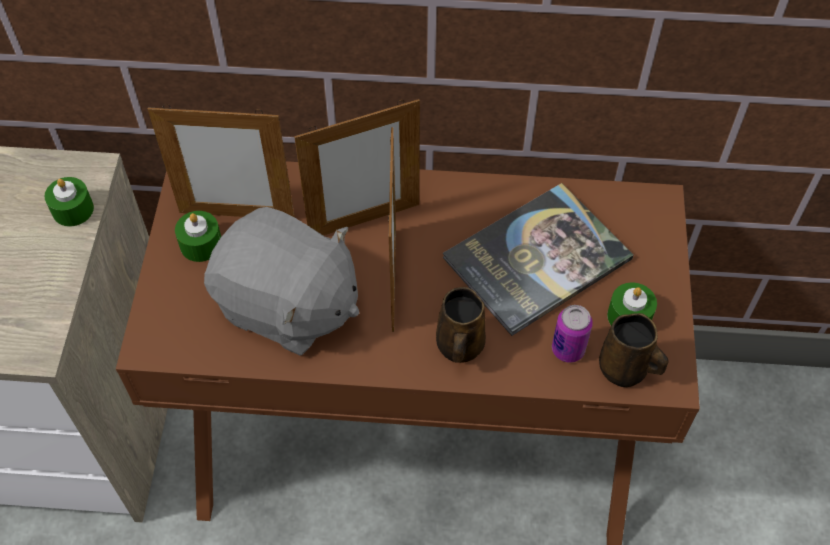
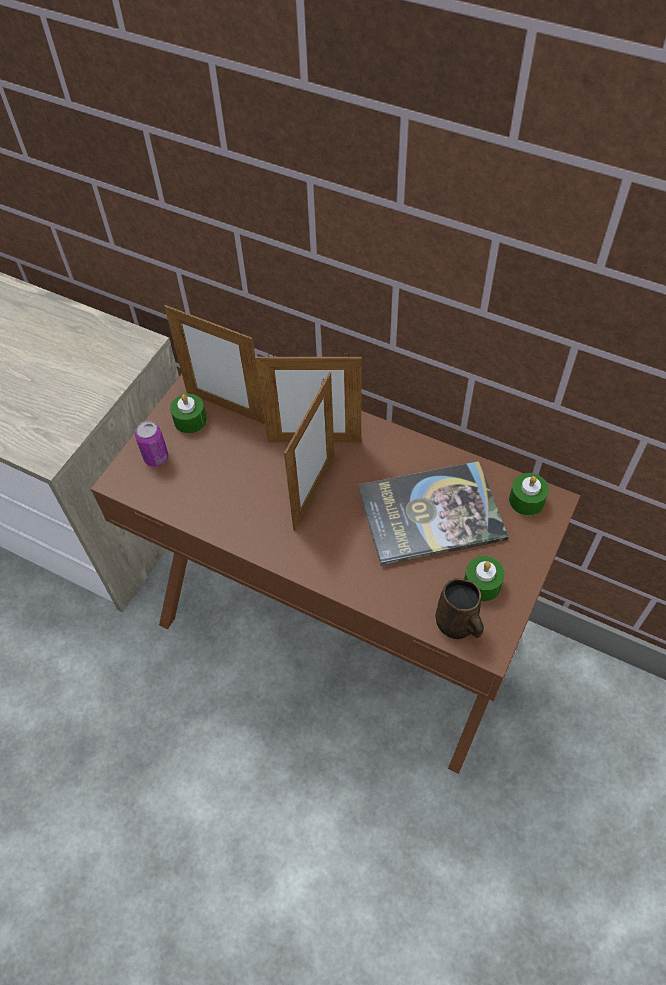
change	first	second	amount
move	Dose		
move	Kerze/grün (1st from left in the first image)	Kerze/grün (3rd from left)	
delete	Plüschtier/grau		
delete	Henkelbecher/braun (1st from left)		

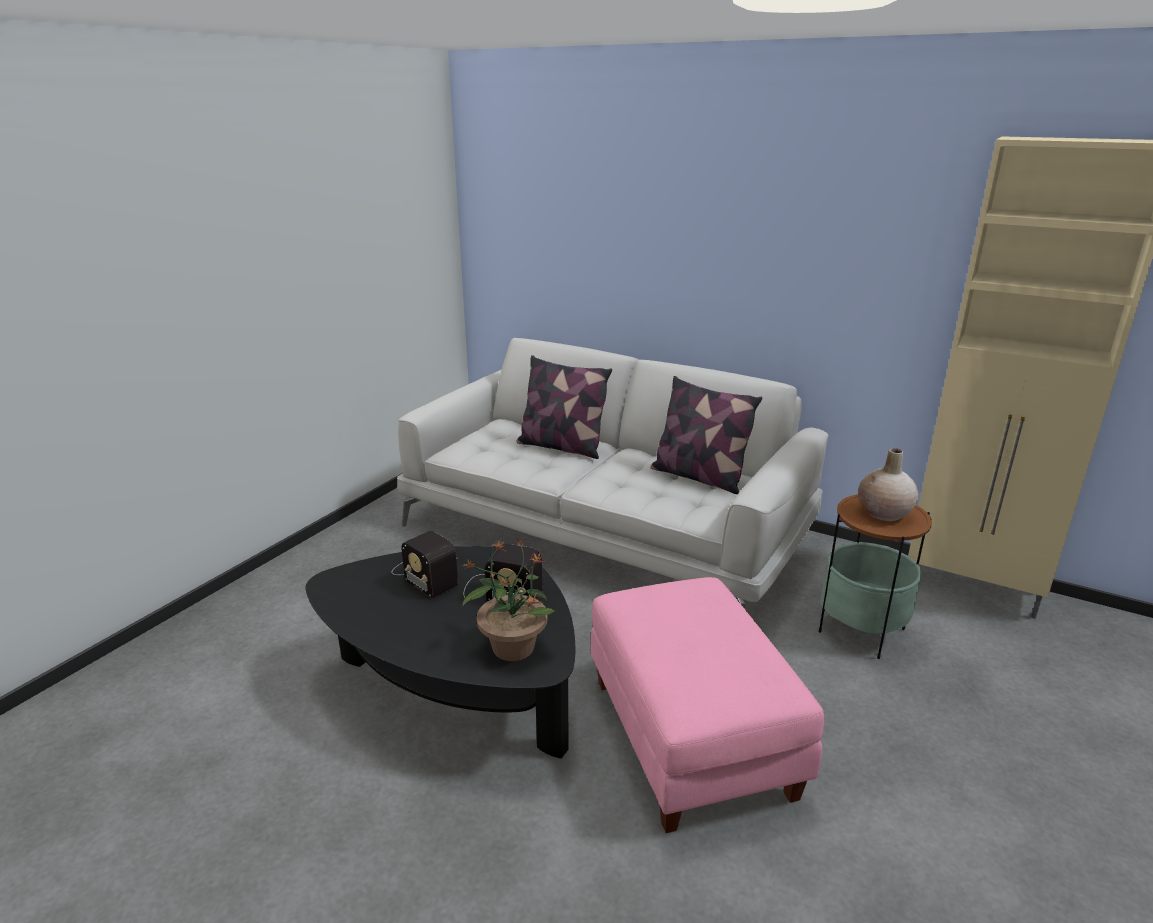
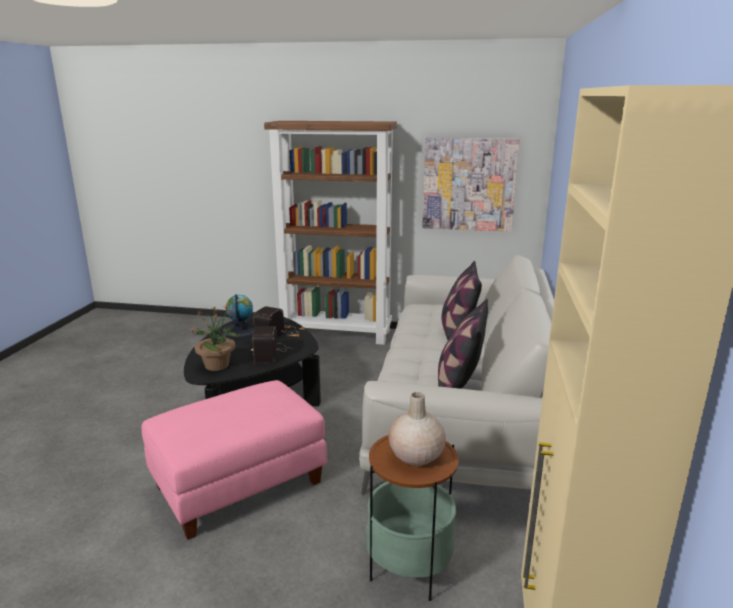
change	first	second	amount
insert		Globus	
insert		Bücherregal/braun	
insert		Bild	

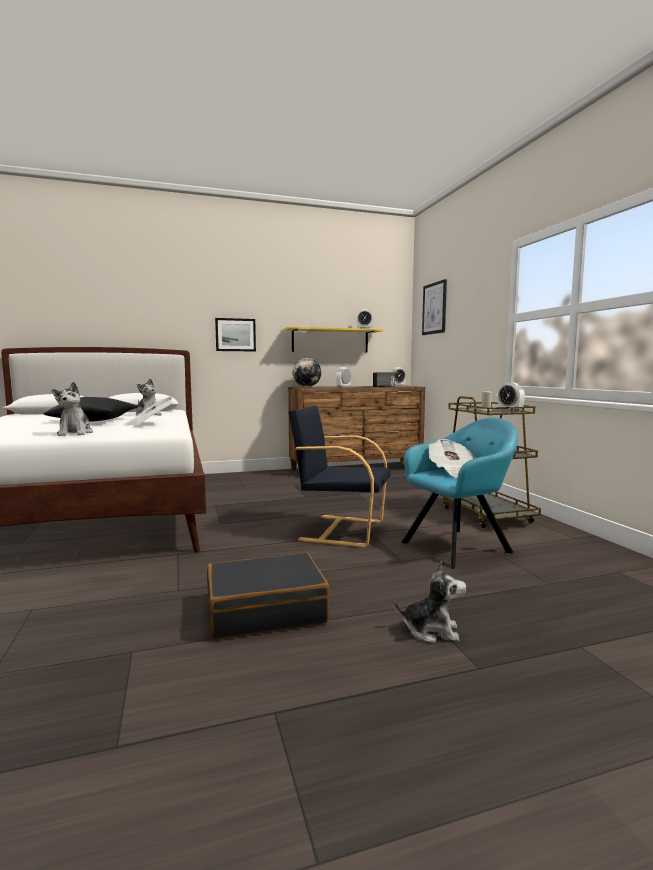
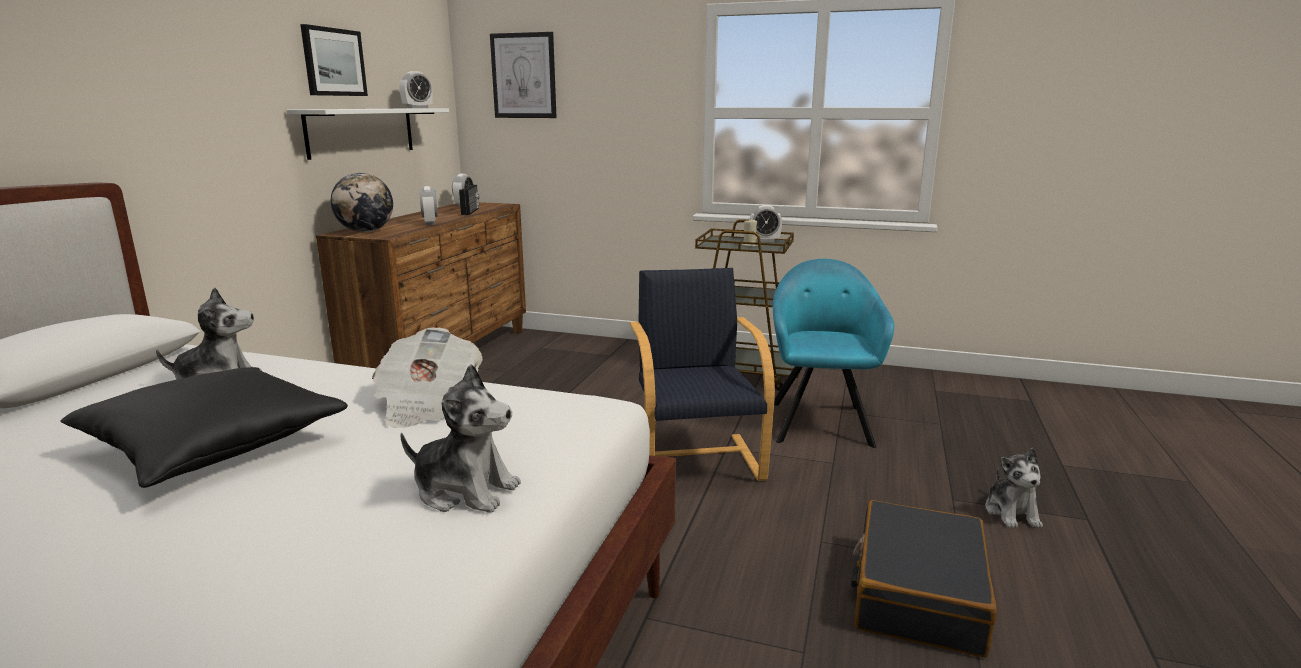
change	first	second	amount
recolor	Wandregal/gelb	Wandregal/weiß	
move	Bild (1st from left)		
rotate	Sessel/schwarz		120 degrees clockwise
rotate	Plüschtier (3rd from left)		135 degrees clockwise
delete	Zeitung (2nd from left)		

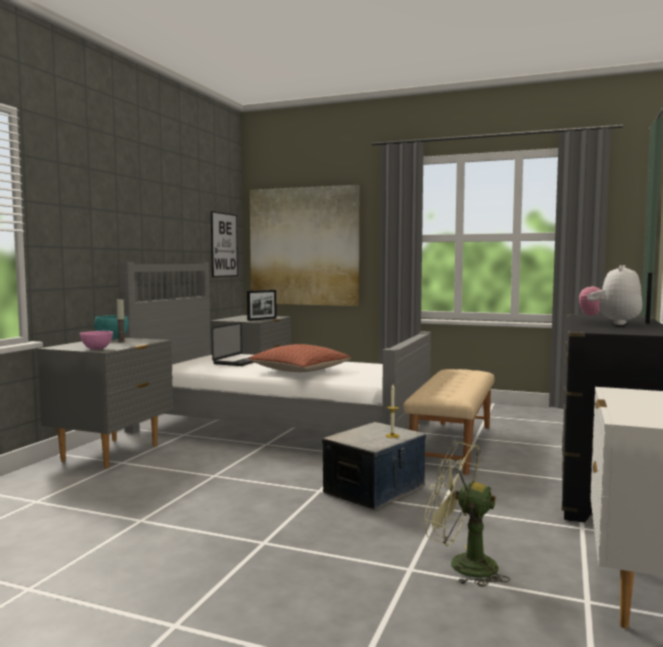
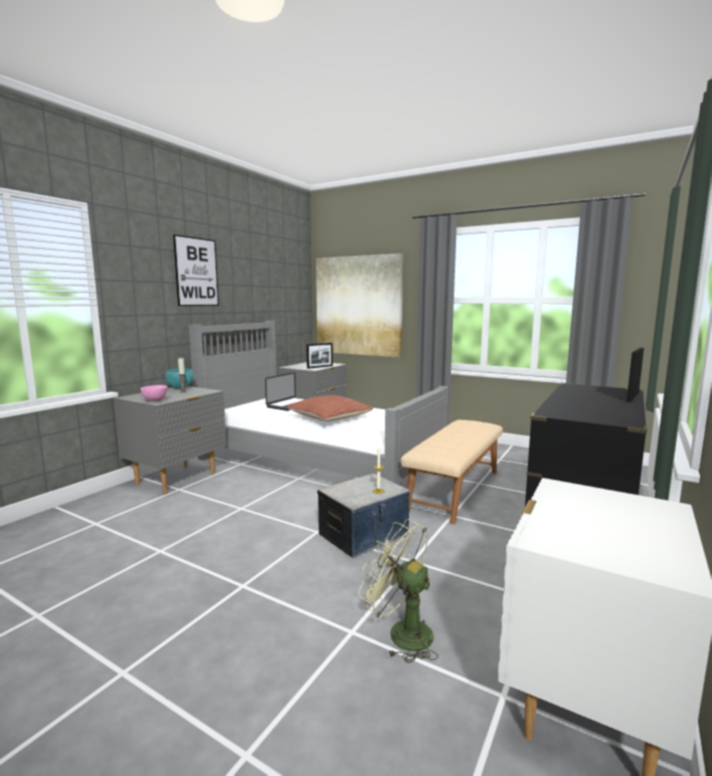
change	first	second	amount
move	Bild (1st from left)		
delete	Plüschtier		

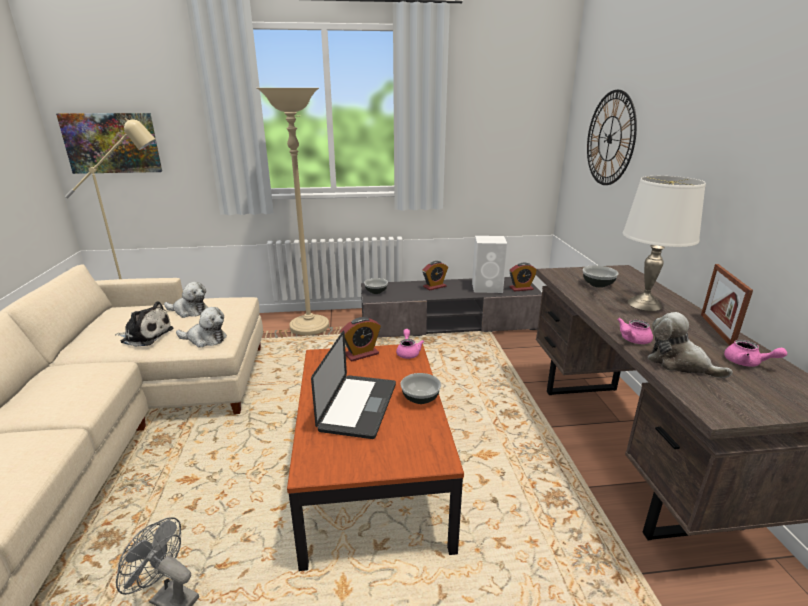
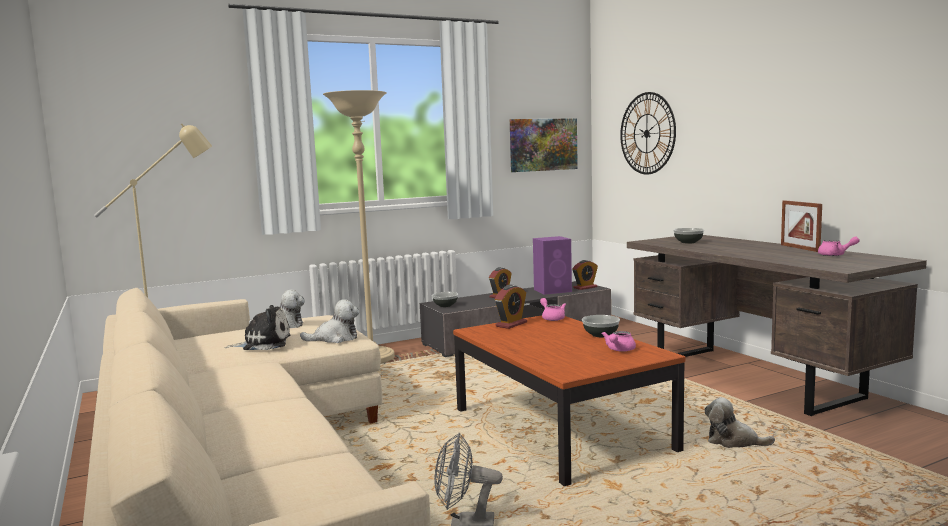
change	first	second	amount
move	Bild		
recolor	Lautsprecher/weiß	Lautsprecher/lila	
move	Teekanne/rosa (2nd from left)		
move	Plüschtier (4th from left)		
delete	Laptop		
delete	Tischlampe/weiß		

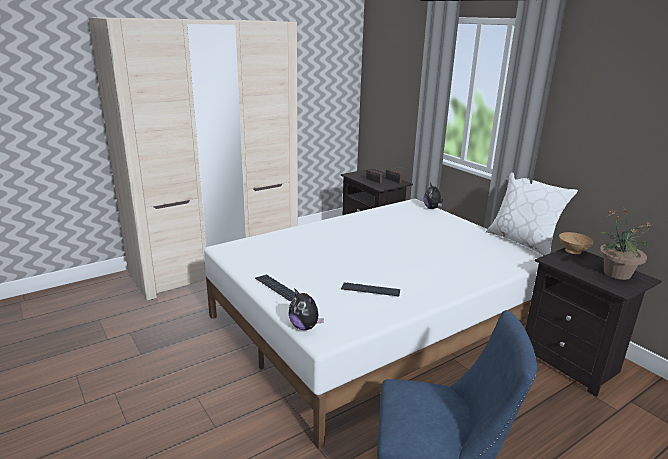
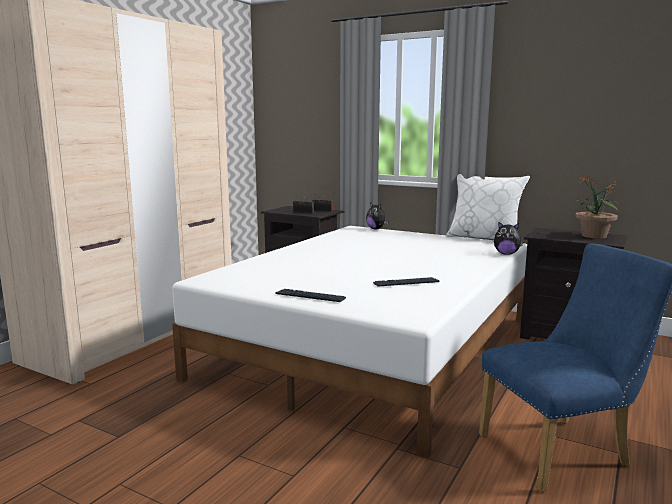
change	first	second	amount
move	Plüschtier (1st from left in the first image)	Plüschtier (2nd from left)	
delete	Schüssel/braun		

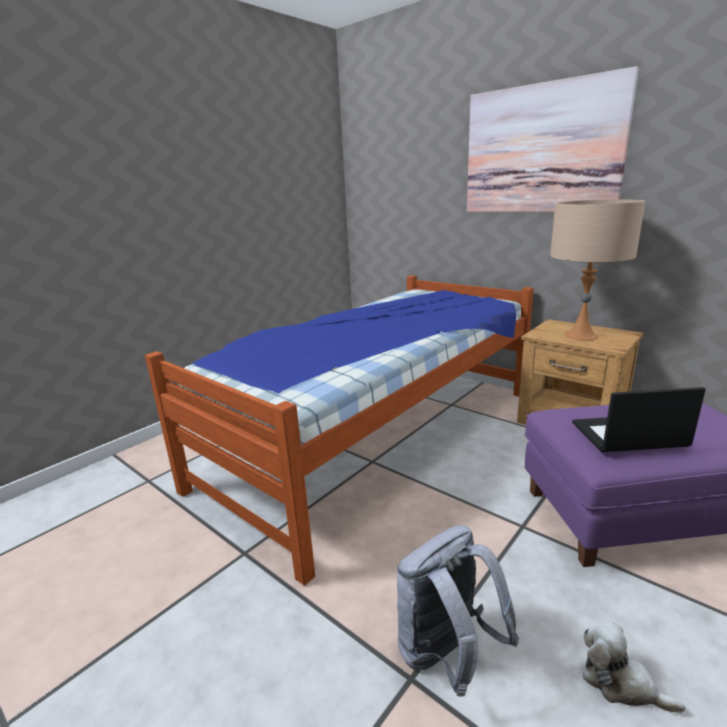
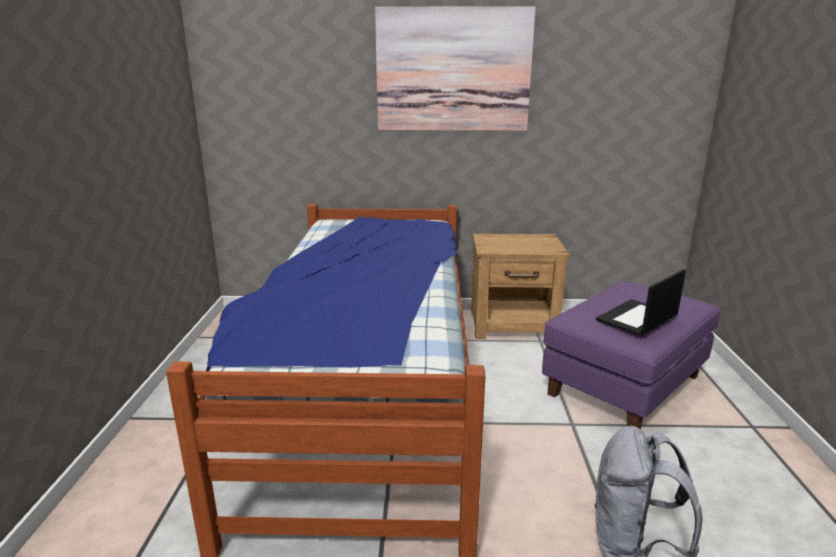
change	first	second	amount
delete	Tischlampe/beige		
delete	Plüschtier		

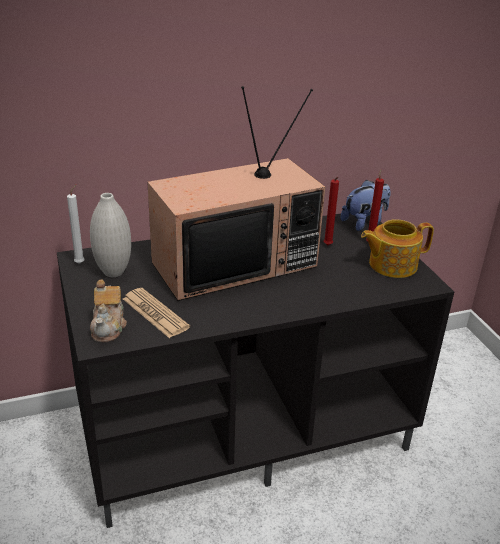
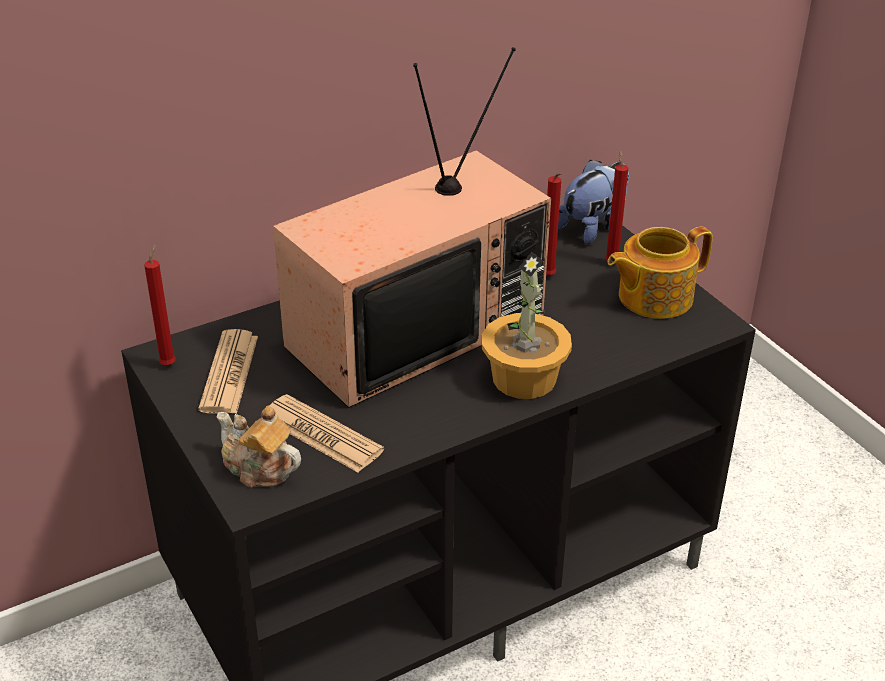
change	first	second	amount
recolor	Kerze/weiß	Kerze/rot (1st from left)	
replace	Vase/weiß	Zeitung (1st from left)	
rotate	Teekanne (1st from left)		135 degrees clockwise
insert		Topfpflanze	

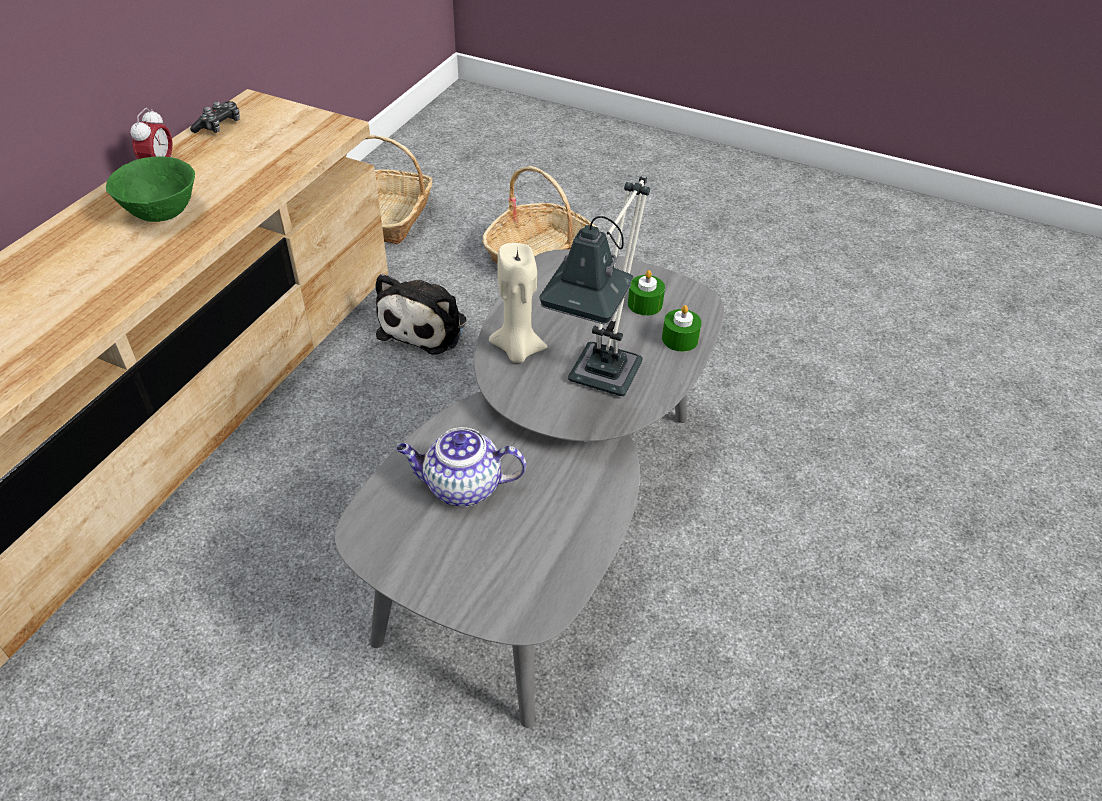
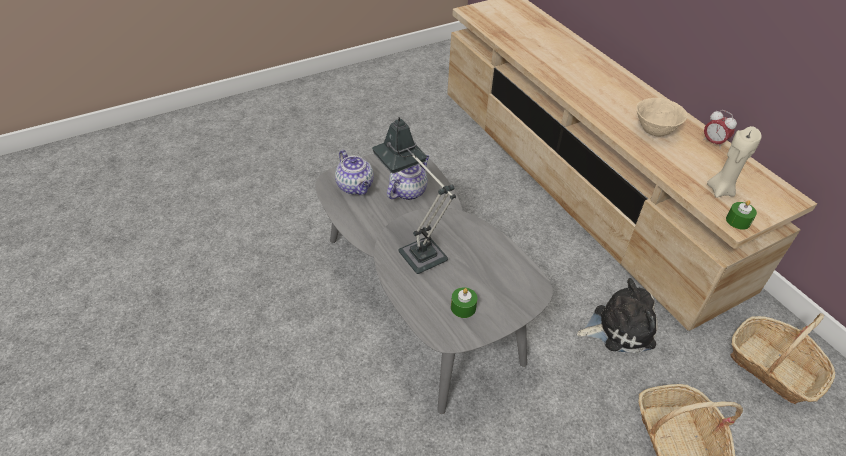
change	first	second	amount
insert		Teekanne (1st from left)	
rotate	Plüschtier		120 degrees clockwise
recolor	Schüssel/grün	Schüssel/beige	
move	Kerze/beige		
move	Kerze/grün (2nd from left)		
delete	Gamepad		

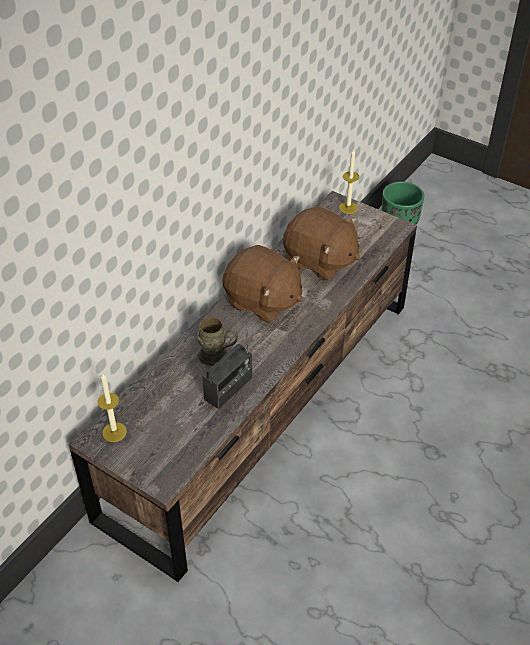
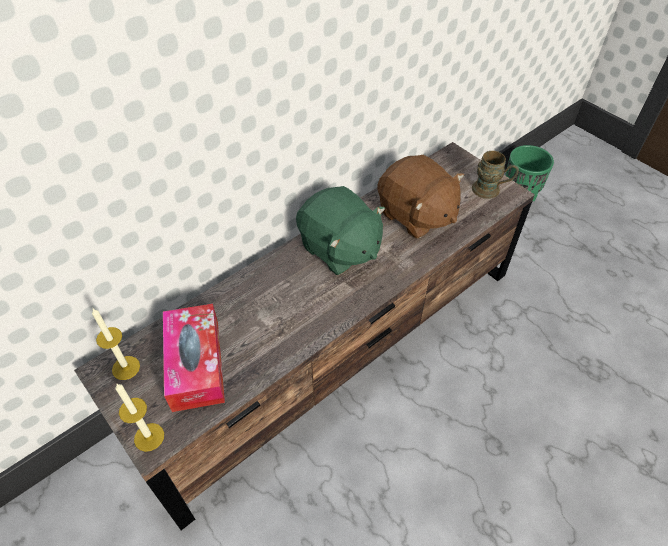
change	first	second	amount
move	Kerze (2nd from left)		
insert		Taschentuchbox	
recolor	Plüschtier/braun (1st from left)	Plüschtier/grün	
move	Henkelbecher/braun		
delete	Radio		

